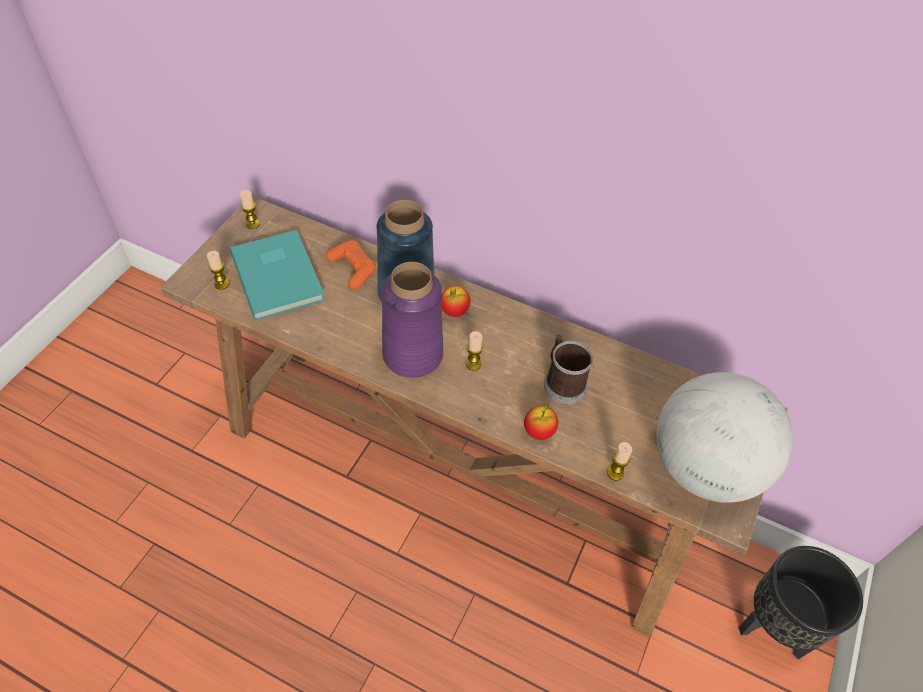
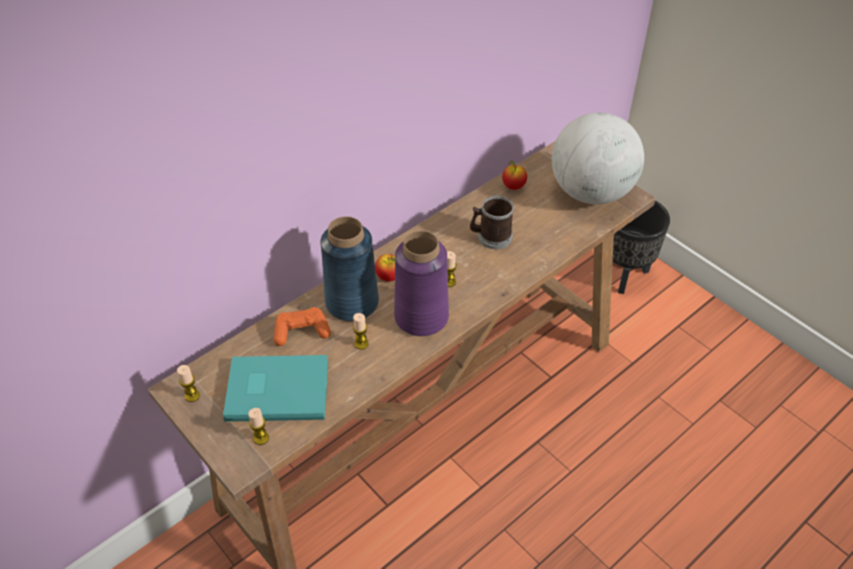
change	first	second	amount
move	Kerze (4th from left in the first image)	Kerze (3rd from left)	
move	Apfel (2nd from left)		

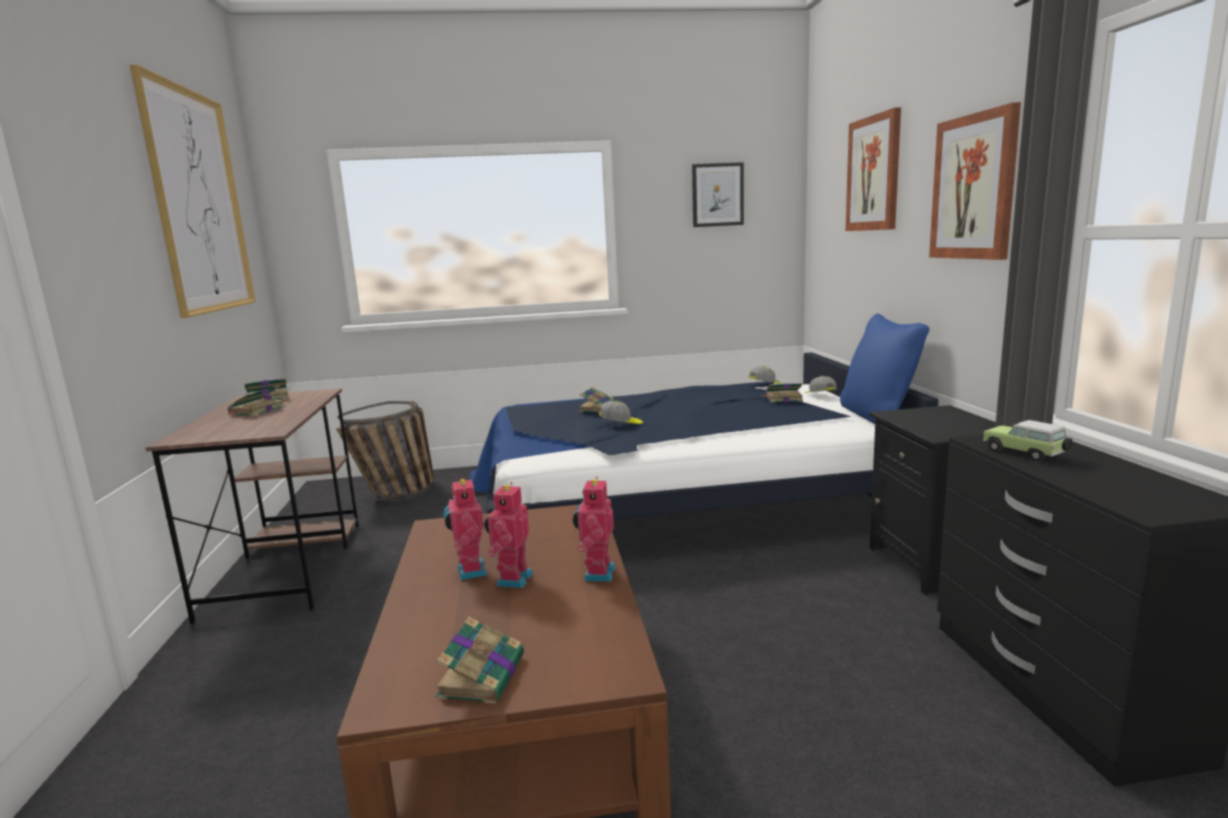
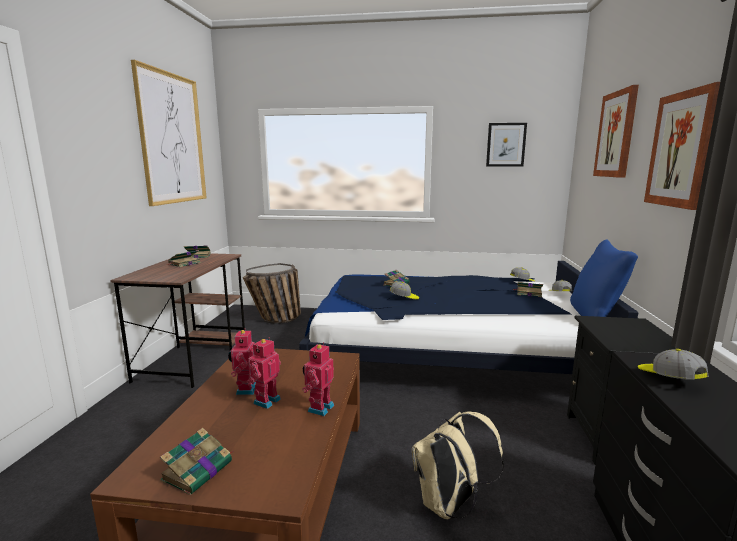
change	first	second	amount
insert		Rucksack/beige	
replace	Spielzeugauto	Kappe (4th from left)	

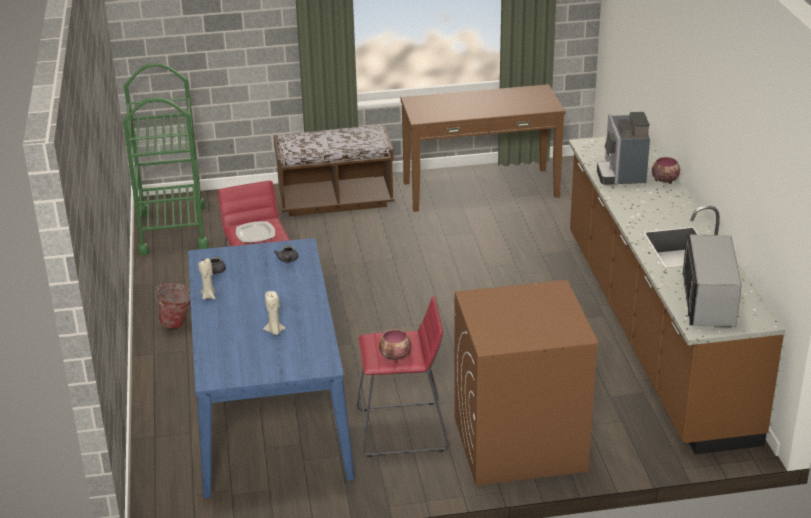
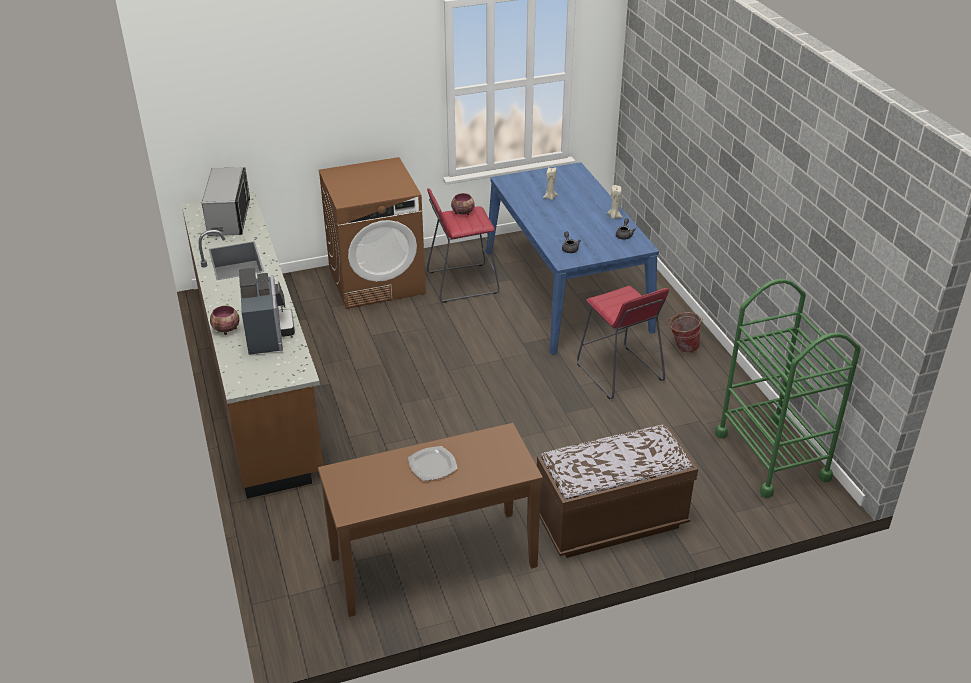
change	first	second	amount
move	Teller		

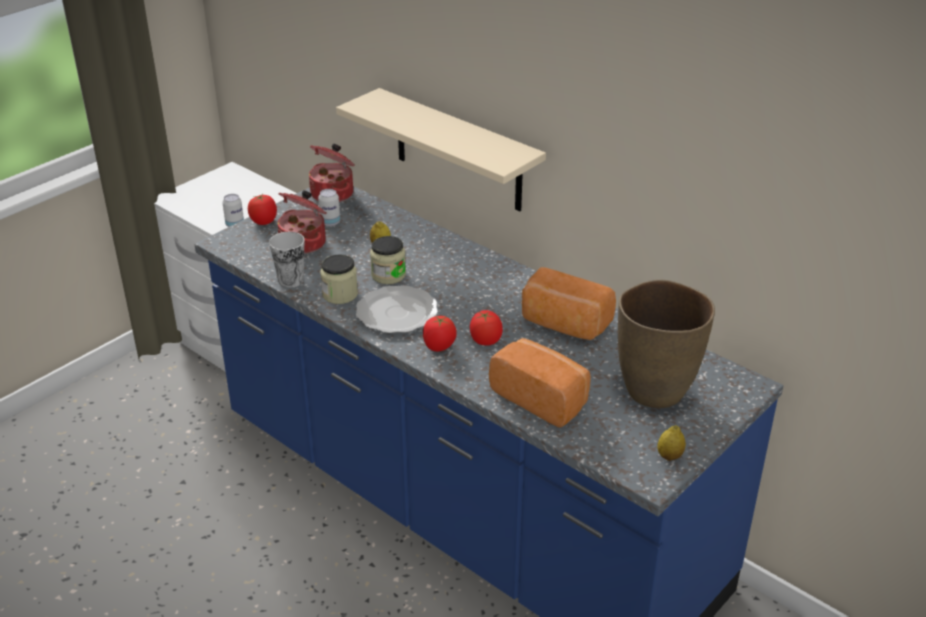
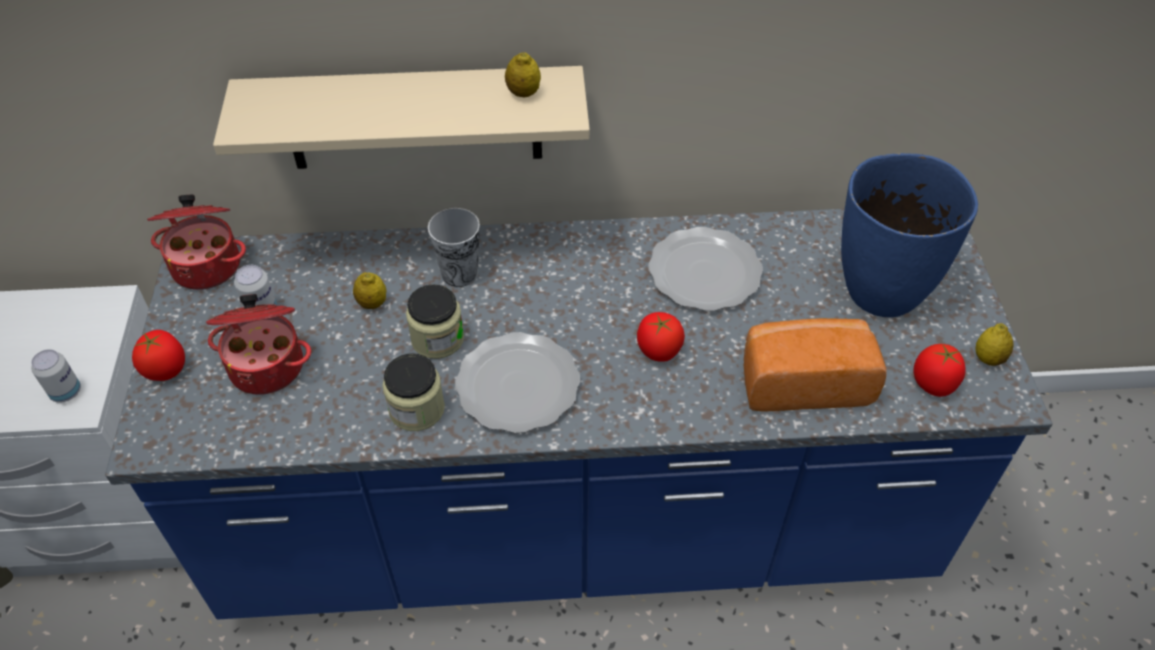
change	first	second	amount
move	Tasse		
insert		Zitrone (2nd from left)	
replace	Brot (2nd from left)	Teller (2nd from left)	
recolor	Vase/braun	Vase/blau	
move	Tomate (2nd from left in the first image)	Tomate (3rd from left)	

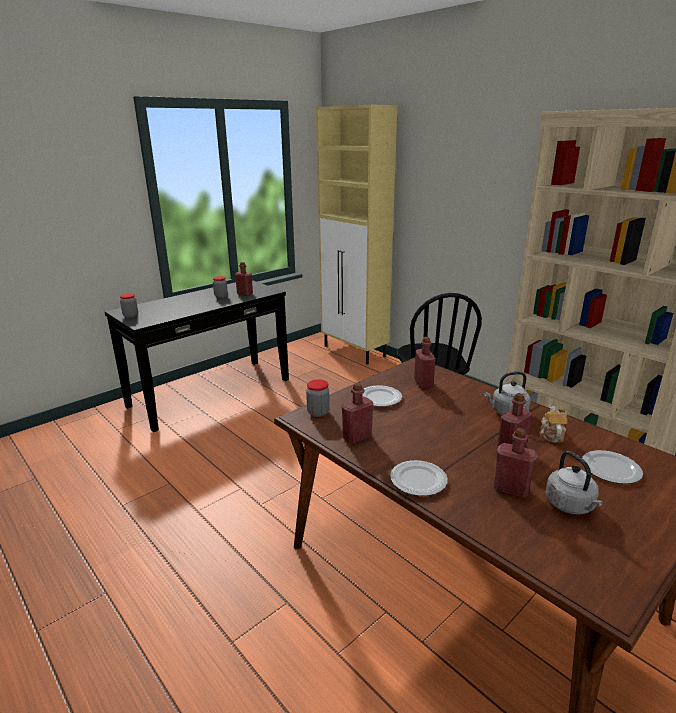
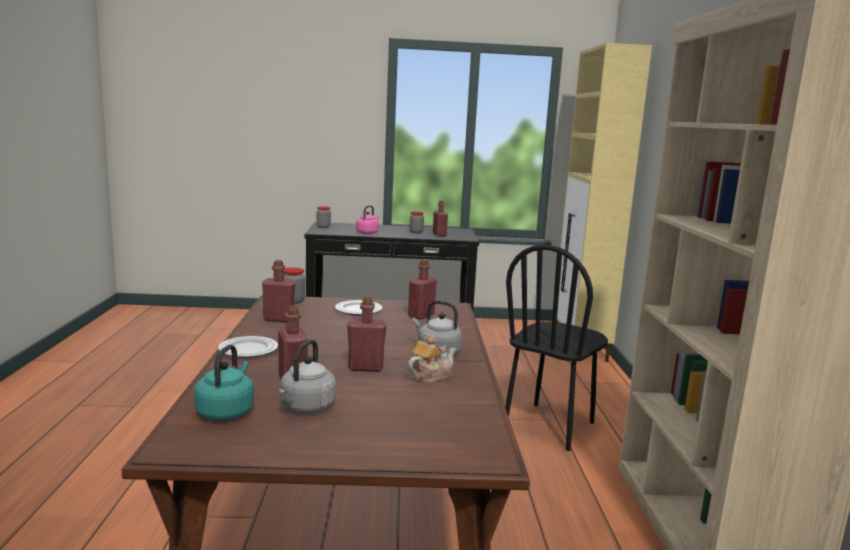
change	first	second	amount
insert		Wasserkessel/türkis	
insert		Wasserkessel/rosa	
delete	Teller (3rd from left)		

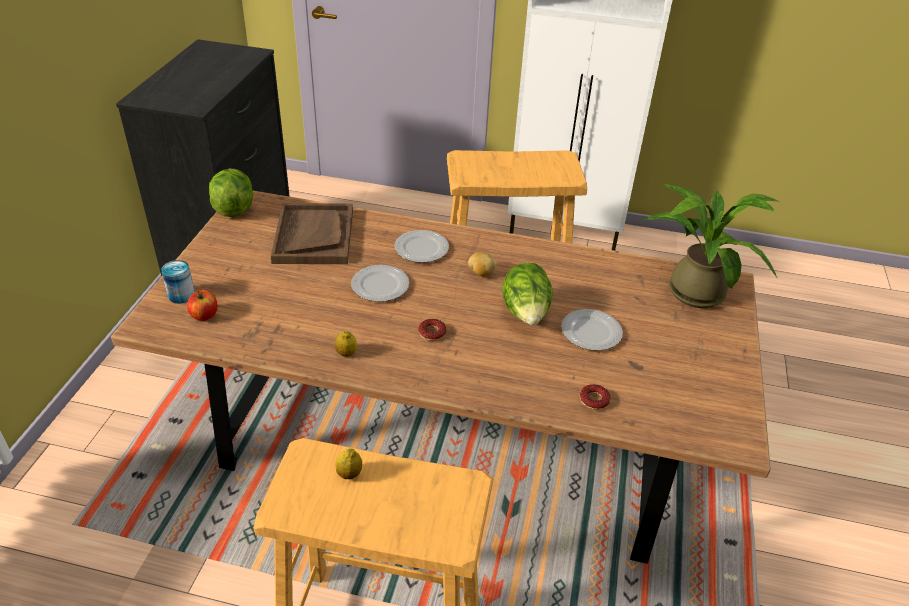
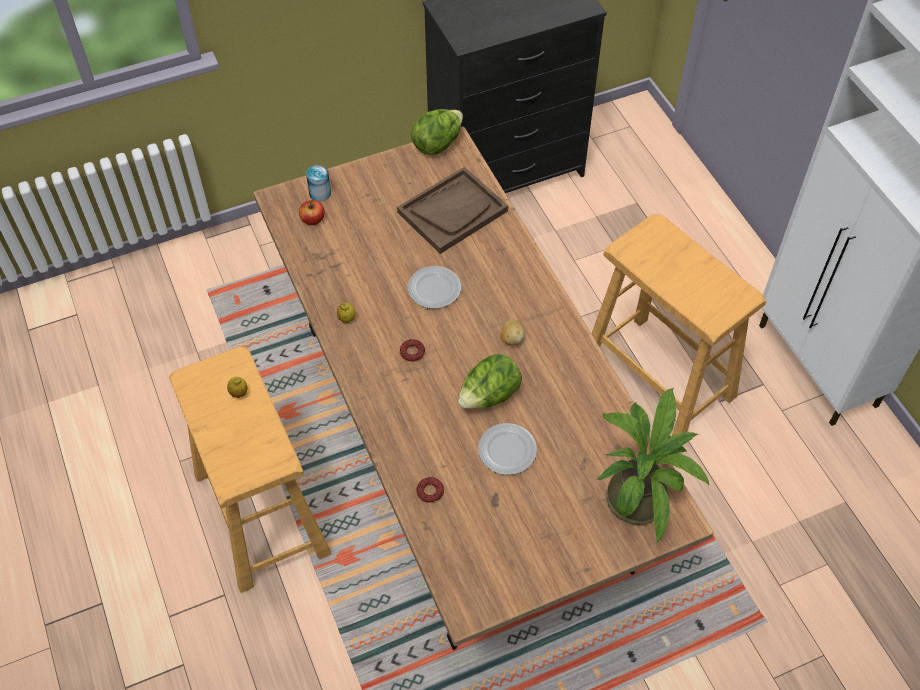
change	first	second	amount
delete	Teller (2nd from left)		

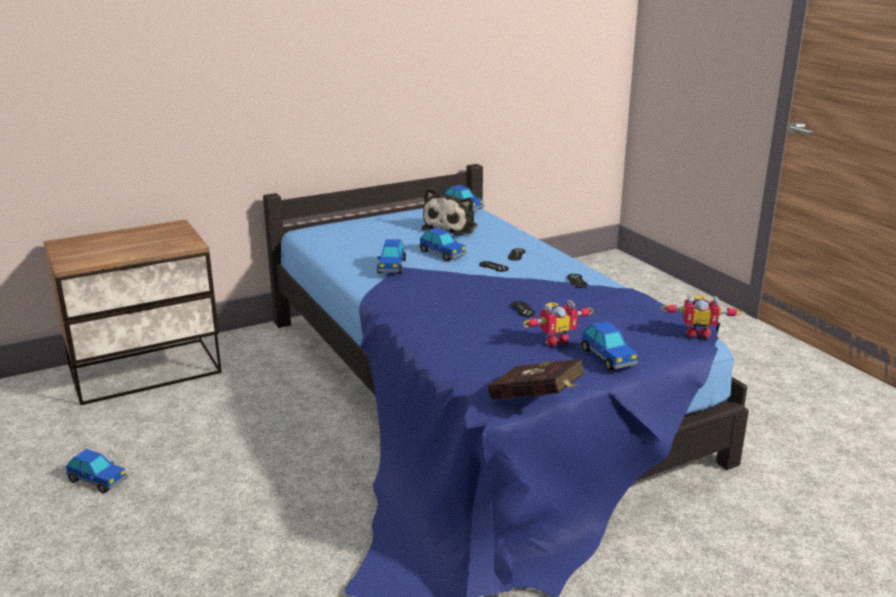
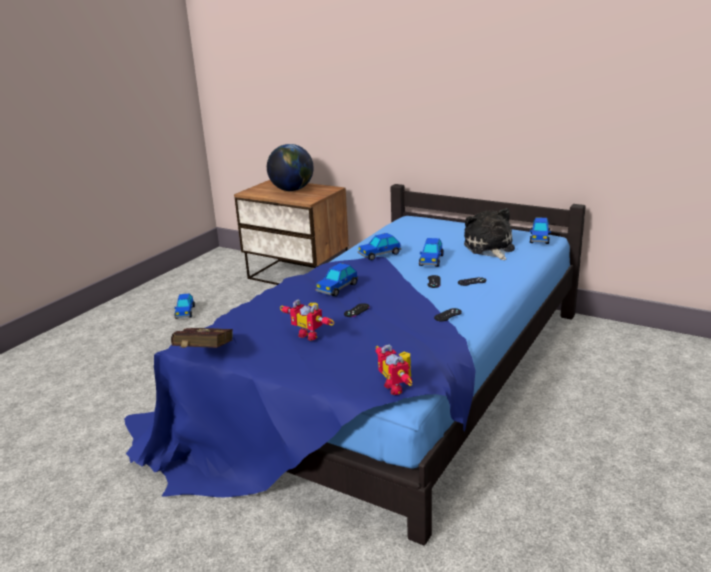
change	first	second	amount
insert		Globus	
move	Spielzeugauto (5th from left in the first image)	Spielzeugauto (2nd from left)	
rotate	Plüschtier		90 degrees clockwise

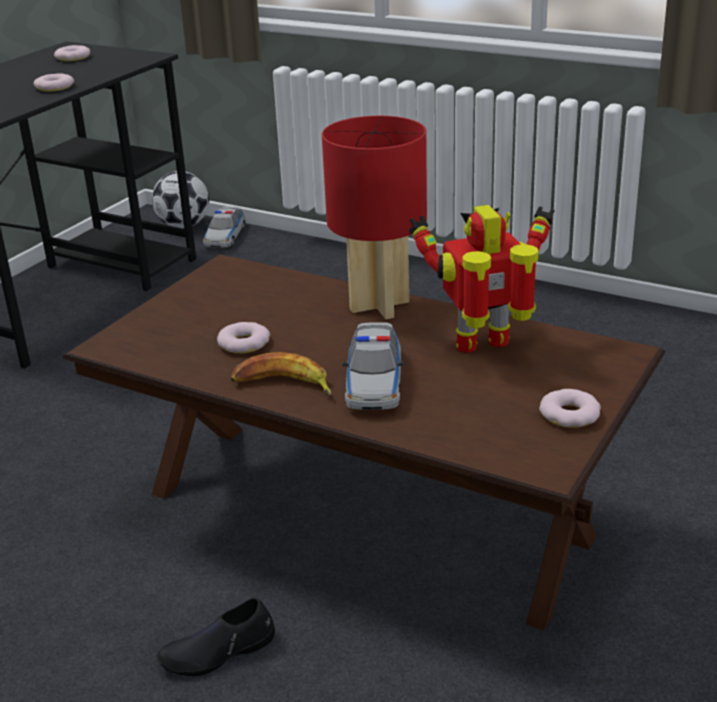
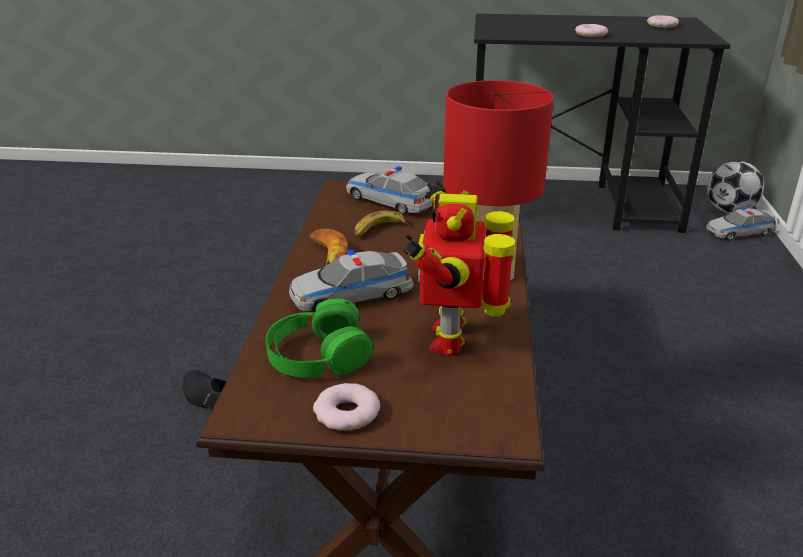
change	first	second	amount
insert		Kopfhörer/grün	
insert		Spielzeugauto (2nd from left)	
replace	Donut (3rd from left)	Banane (2nd from left)	
rotate	Spielzeugroboter		135 degrees counterclockwise

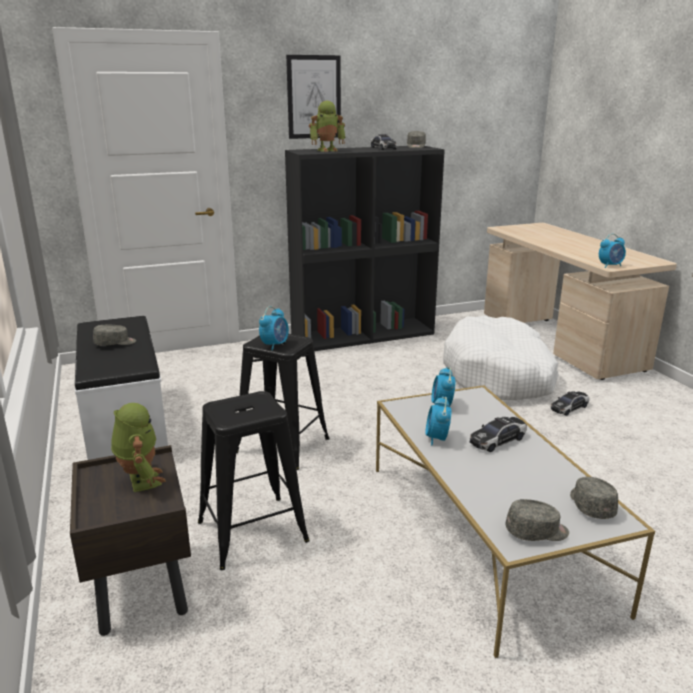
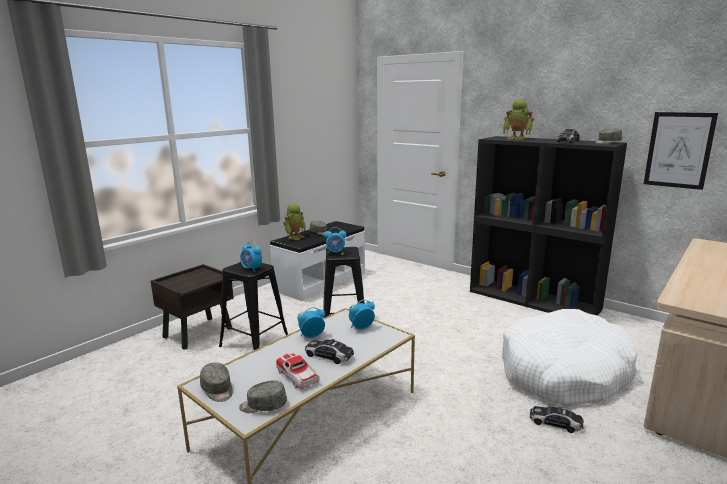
change	first	second	amount
rotate	Kappe/grau (4th from left in the first image)	Kappe/grau (2nd from left)	150 degrees counterclockwise
move	Wecker (4th from left in the first image)	Wecker (1st from left)	
insert		Spielzeugauto (1st from left)	
move	Spielzeugroboter (1st from left)		
move	Bild		

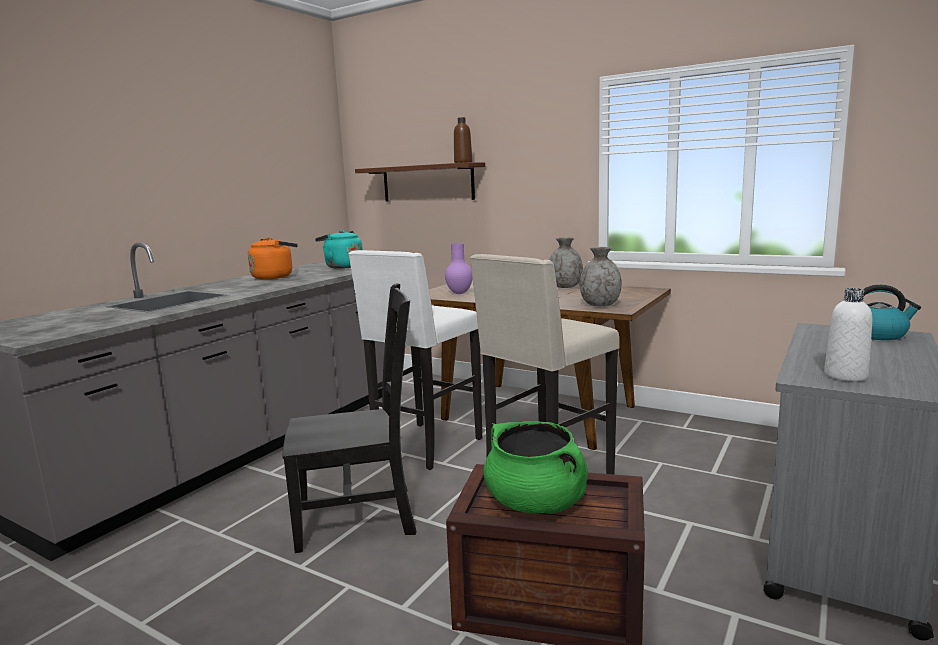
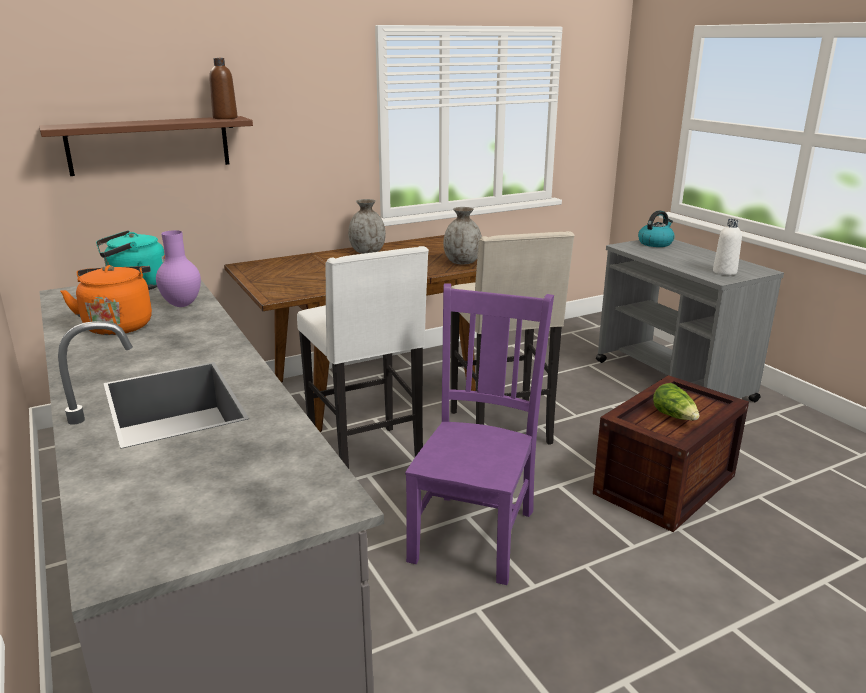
change	first	second	amount
move	Vase/lila		
recolor	Stuhl/schwarz	Stuhl/lila	
replace	Kochtopf/grün	Salatkopf	

